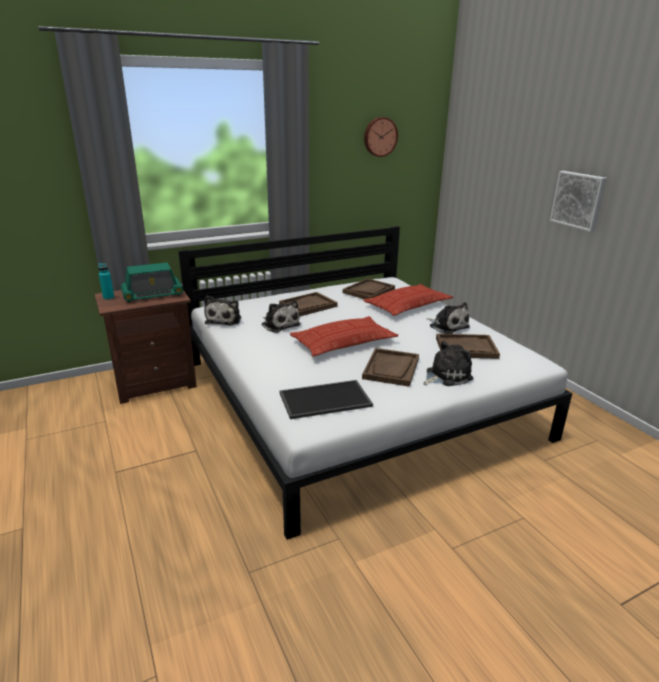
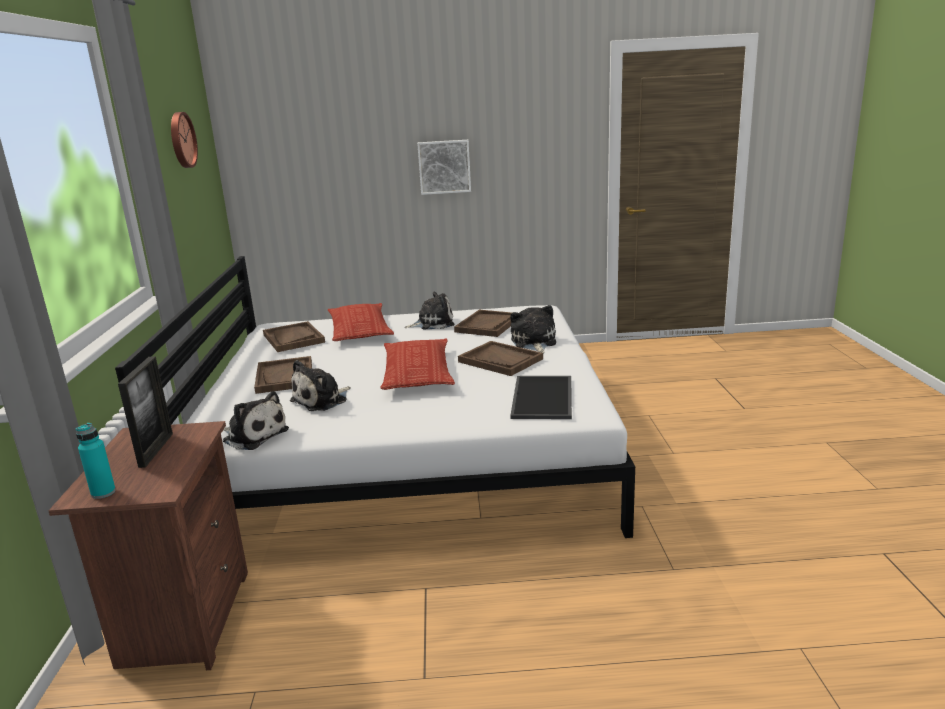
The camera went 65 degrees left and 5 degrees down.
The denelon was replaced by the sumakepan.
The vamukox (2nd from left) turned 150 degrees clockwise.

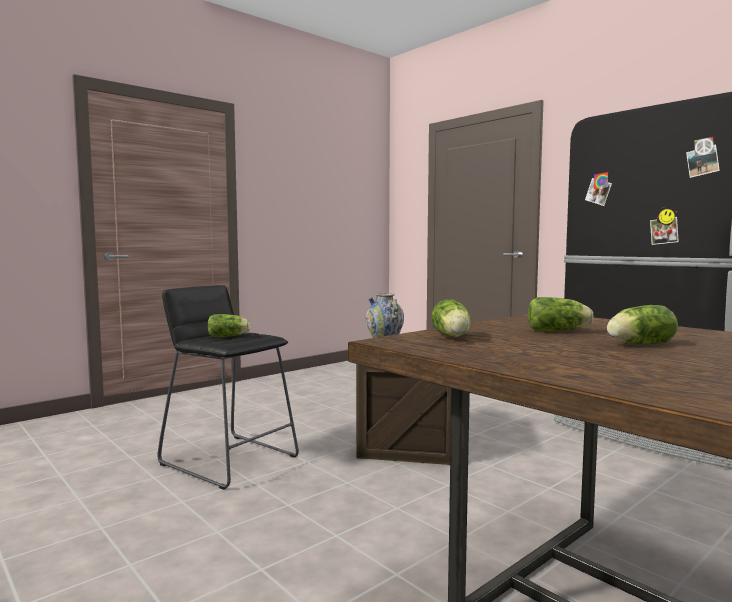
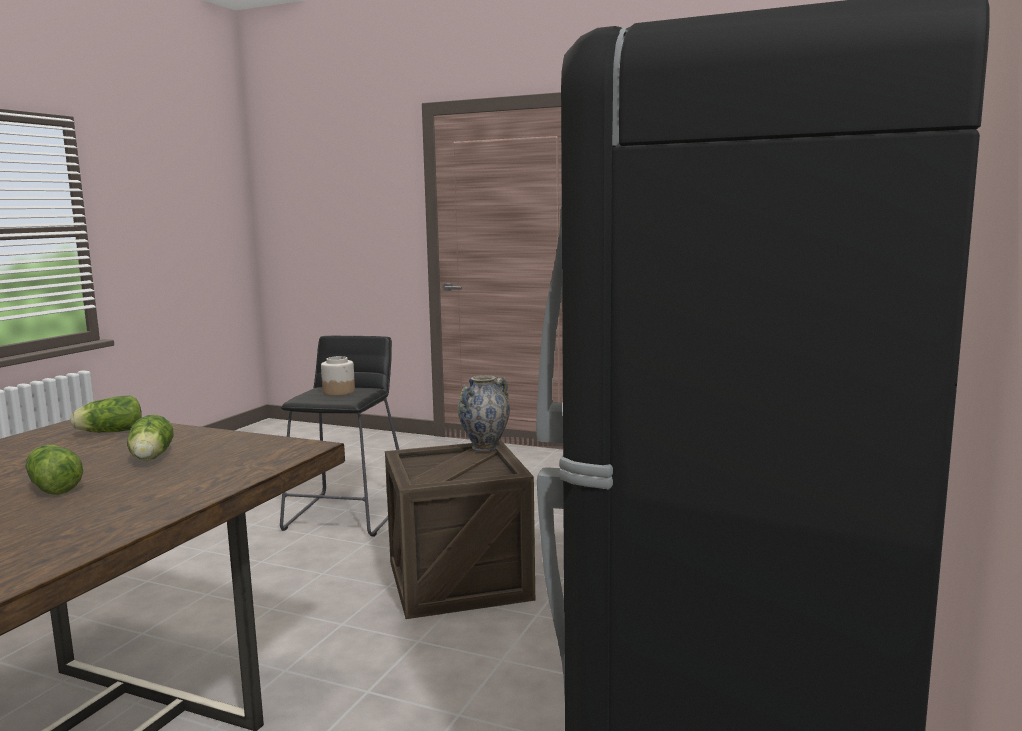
The camera went 65 degrees right and 5 degrees up.
The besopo (1st from left) was replaced by the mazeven.

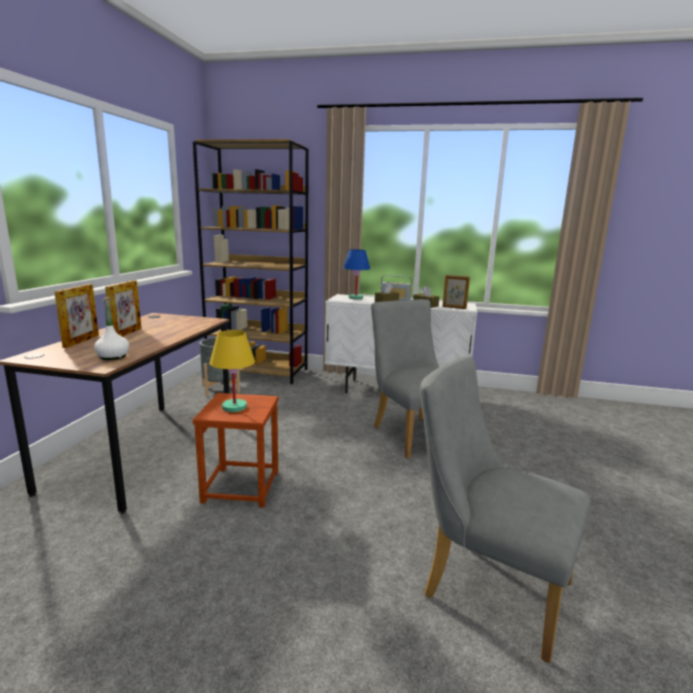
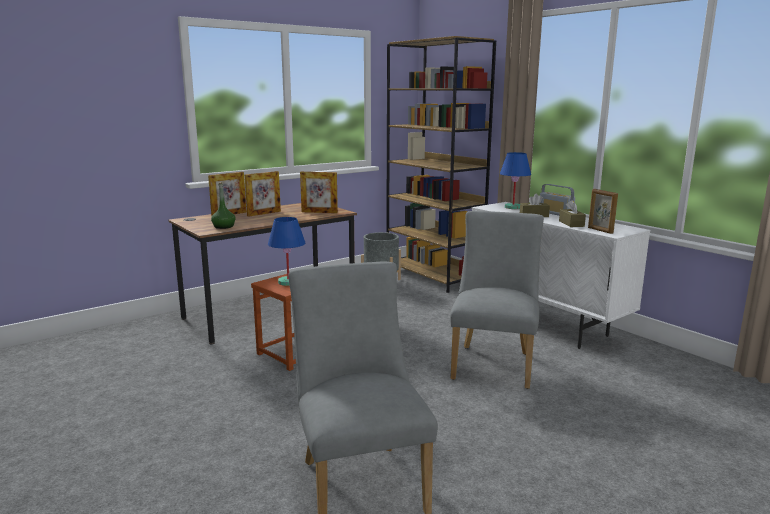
The camera went 40 degrees right and 0 degrees up.
The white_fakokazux became the green_fakokazux.
The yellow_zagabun became the blue_zagabun (1st from left).
The sumakepan (3rd from left) appeared.

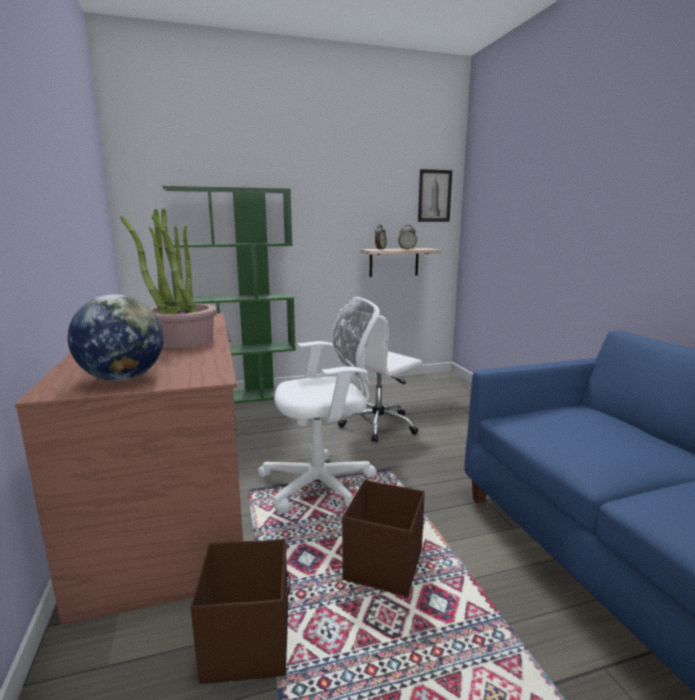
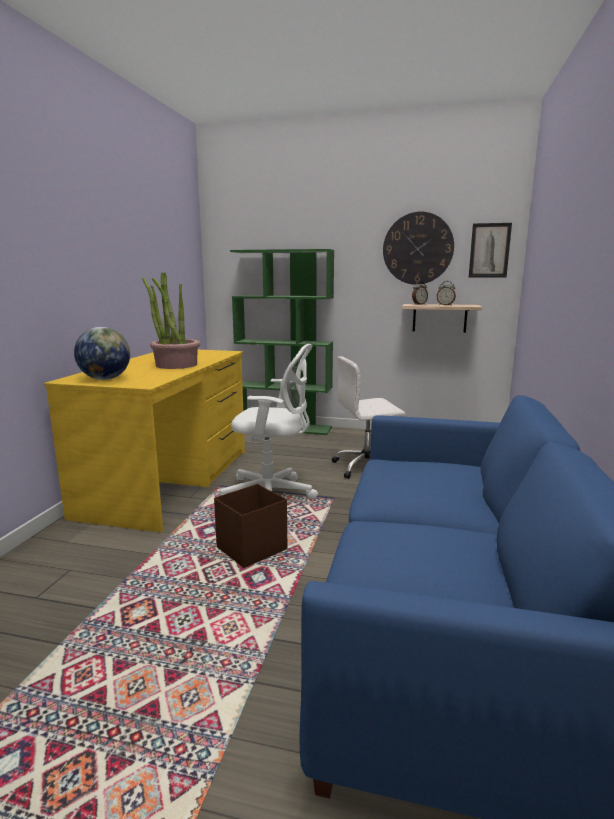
The camera went 30 degrees right and 0 degrees up.
The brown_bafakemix became the yellow_bafakemix.
The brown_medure (1st from left) disappeared.
The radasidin appeared.

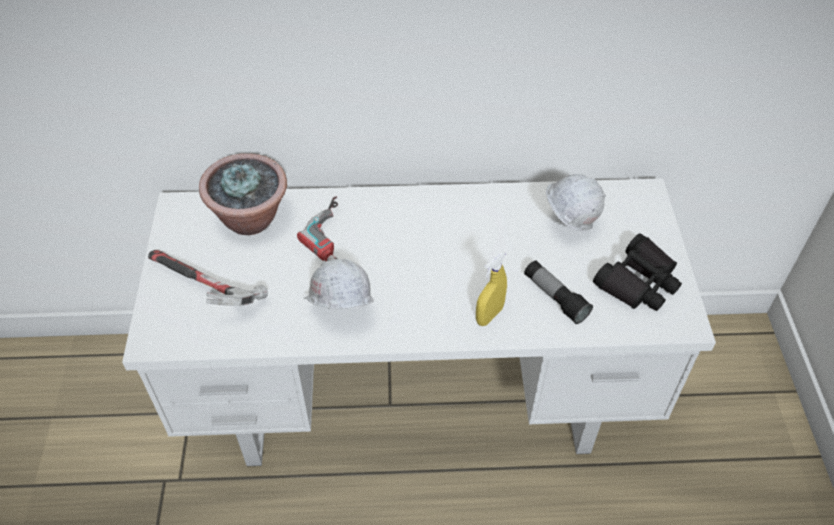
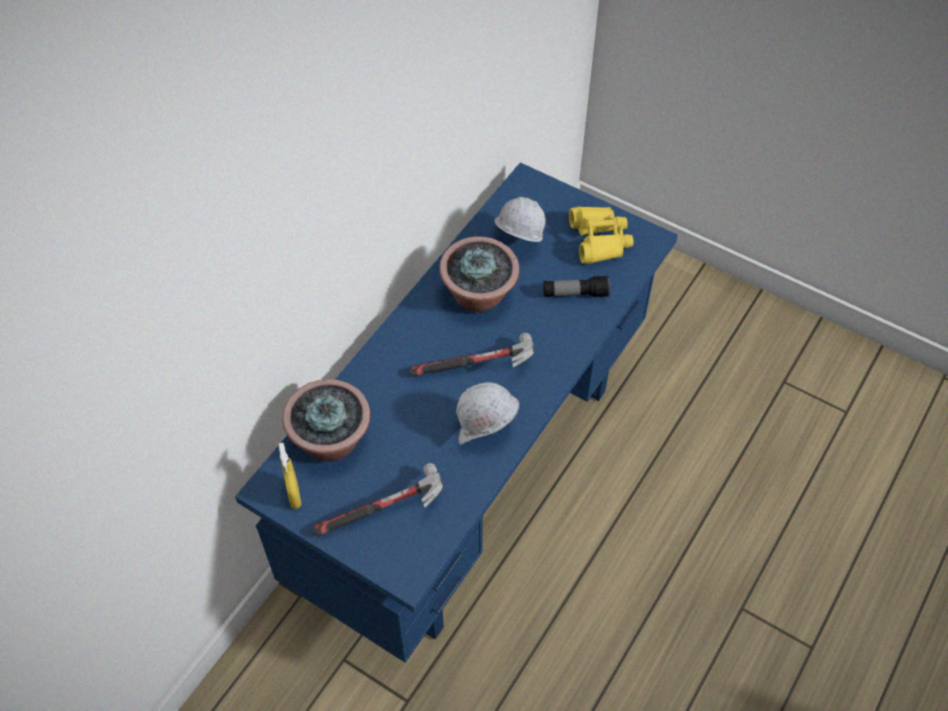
The camera went 55 degrees left and 5 degrees up.
The white_bafakemix became the blue_bafakemix.
The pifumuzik disappeared.
The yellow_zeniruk moved.
The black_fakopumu became the yellow_fakopumu.
The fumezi (2nd from left) appeared.
The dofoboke (2nd from left) appeared.

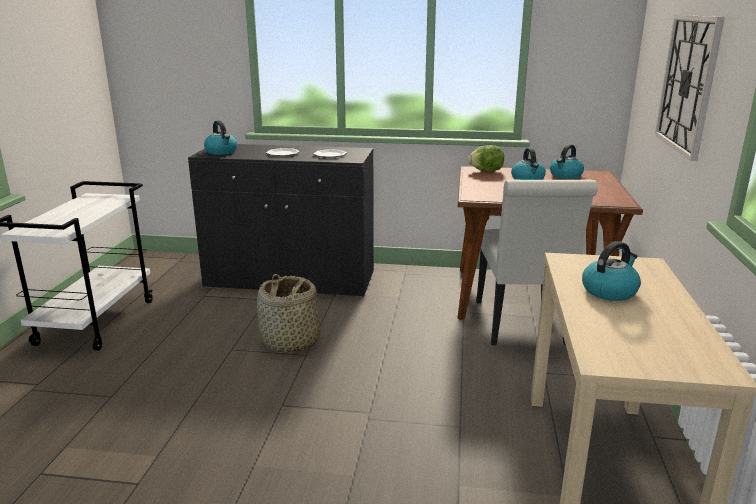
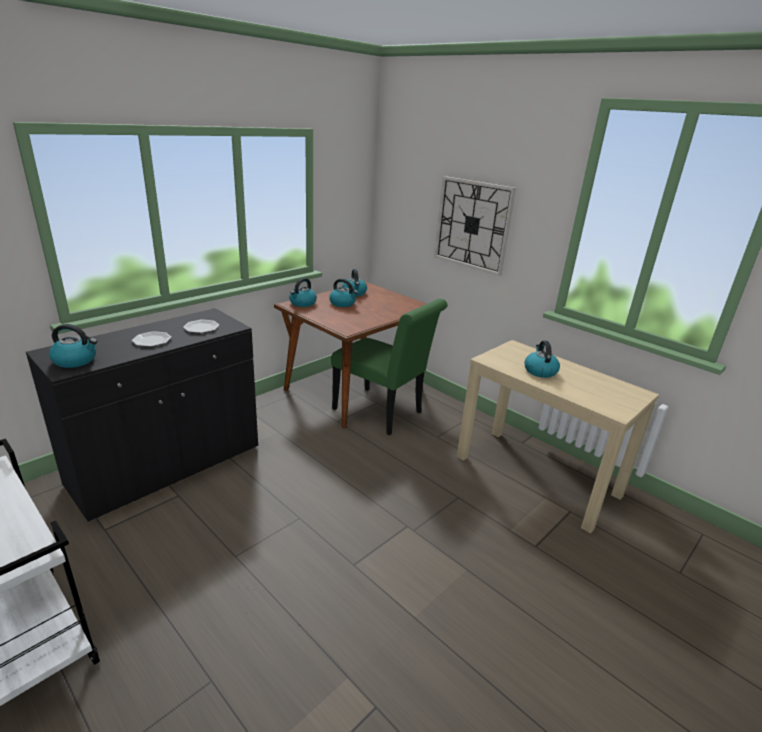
The camera went 55 degrees left and 5 degrees up.
The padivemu disappeared.
The besopo was replaced by the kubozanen (2nd from left).
The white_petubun became the green_petubun.

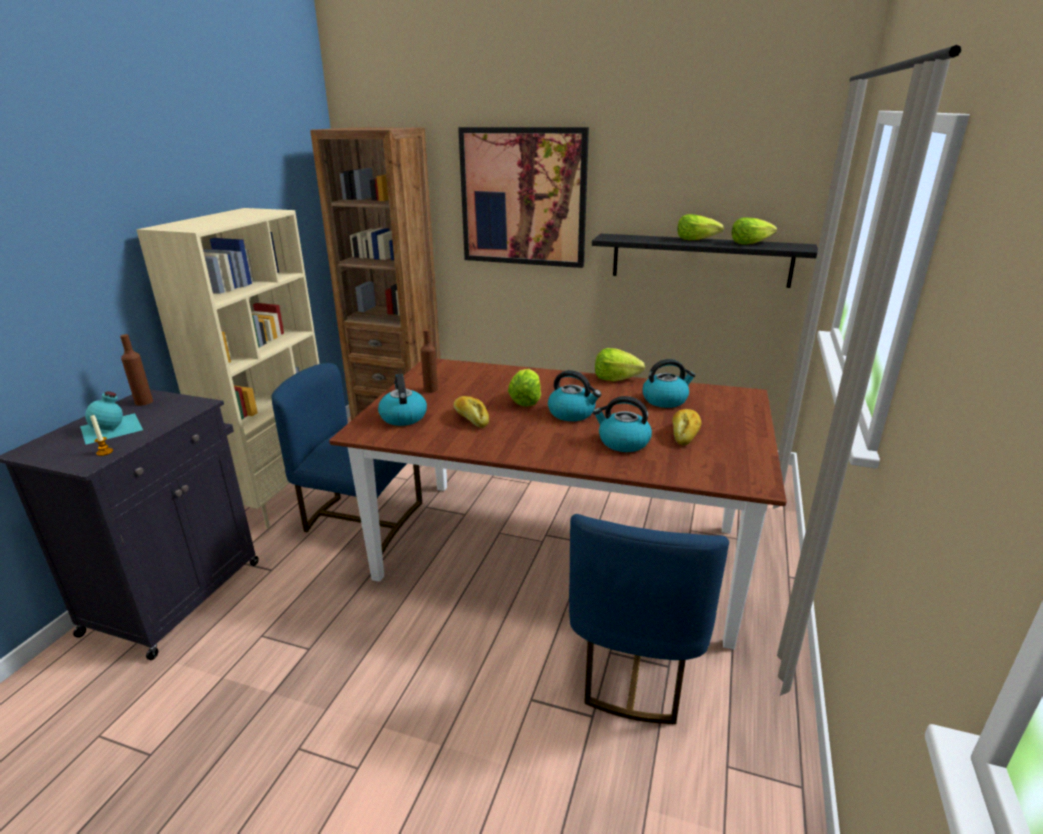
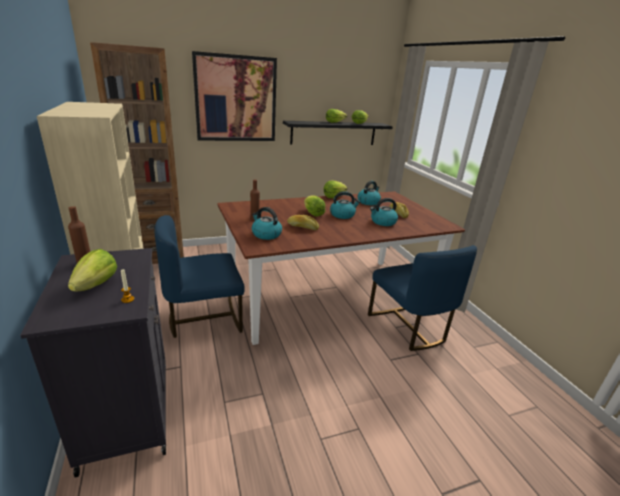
The camera went 40 degrees left and 0 degrees up.
The turquoise_fakokazux was replaced by the besopo (1st from left).

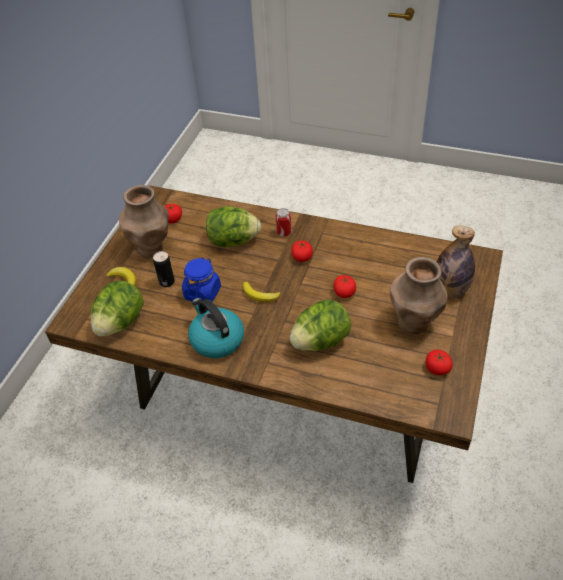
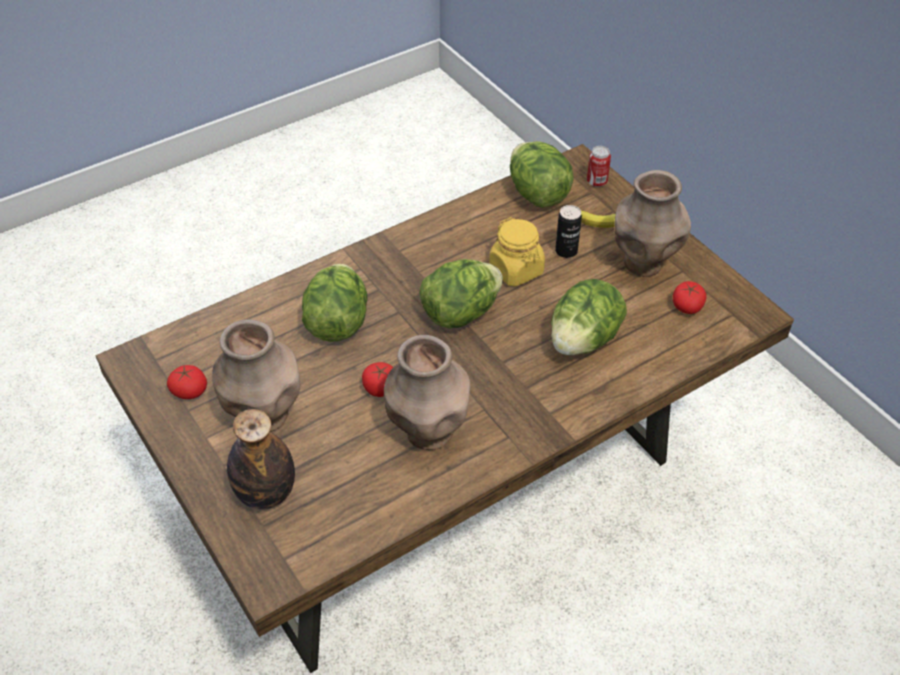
The camera went 125 degrees right and 0 degrees up.
The blue_mazeven became the yellow_mazeven.
The kubozanen disappeared.
The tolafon (2nd from left) was replaced by the besopo (2nd from left).
The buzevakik (2nd from left) moved.
The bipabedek (2nd from left) disappeared.
The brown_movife (2nd from left) appeared.

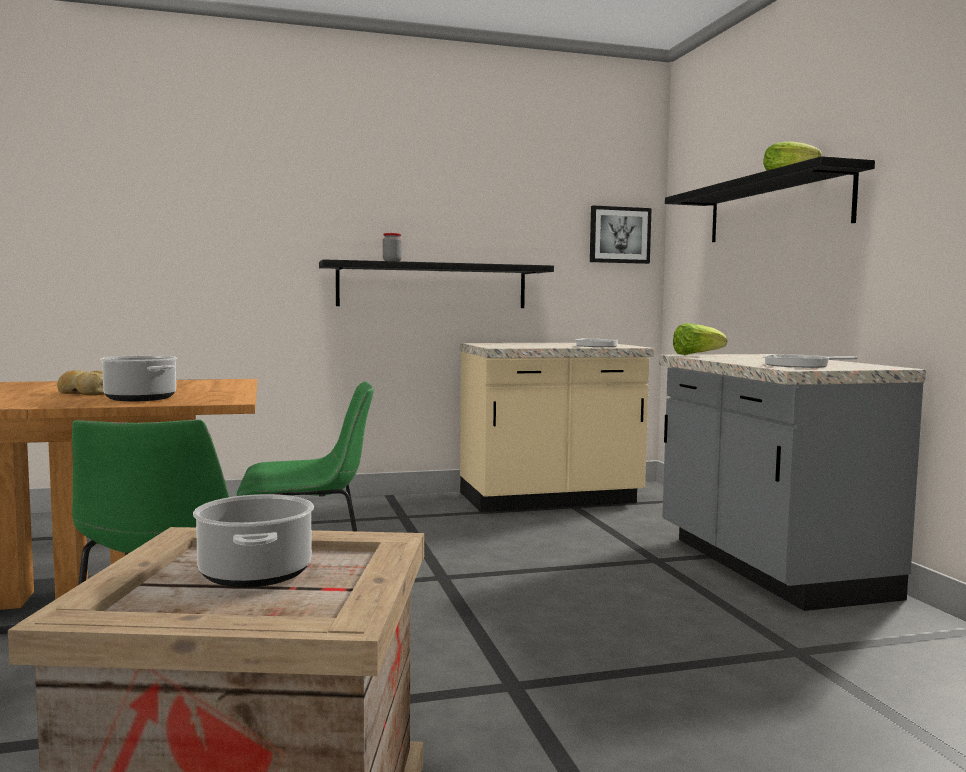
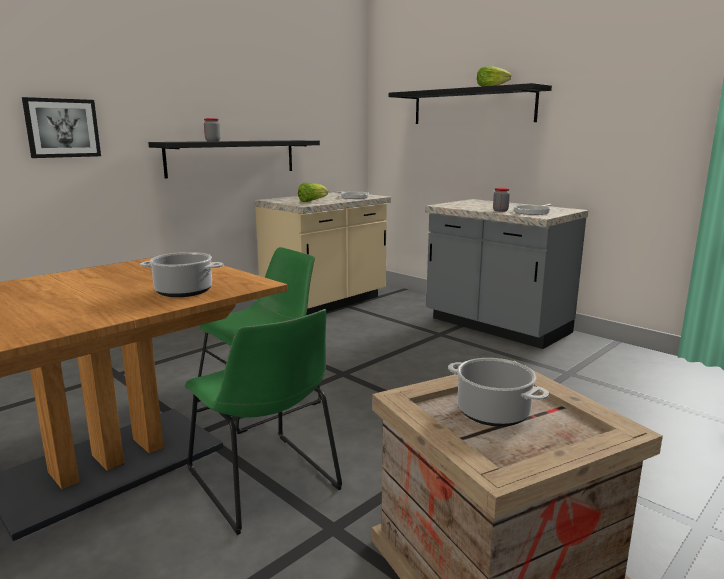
The camera went 30 degrees left and 10 degrees up.
The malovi disappeared.
The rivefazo moved.
The besopo (1st from left) moved.
The mazeven (2nd from left) appeared.

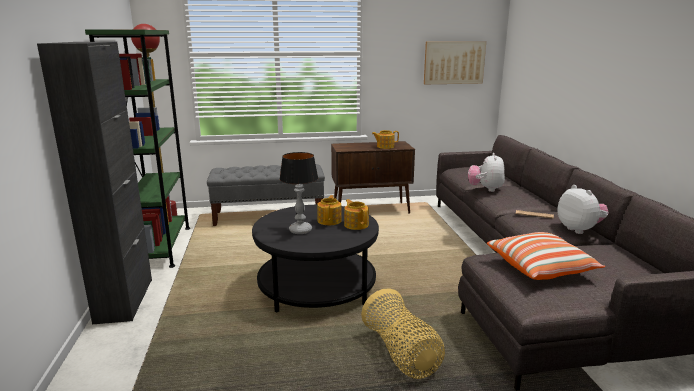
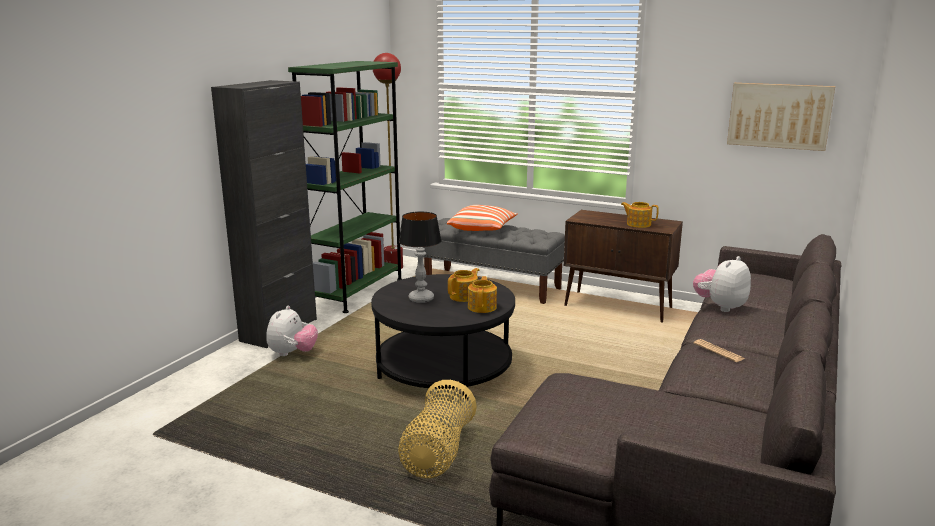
The camera went 35 degrees right and 0 degrees up.
The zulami moved.
The vamukox (2nd from left in the first image) moved.

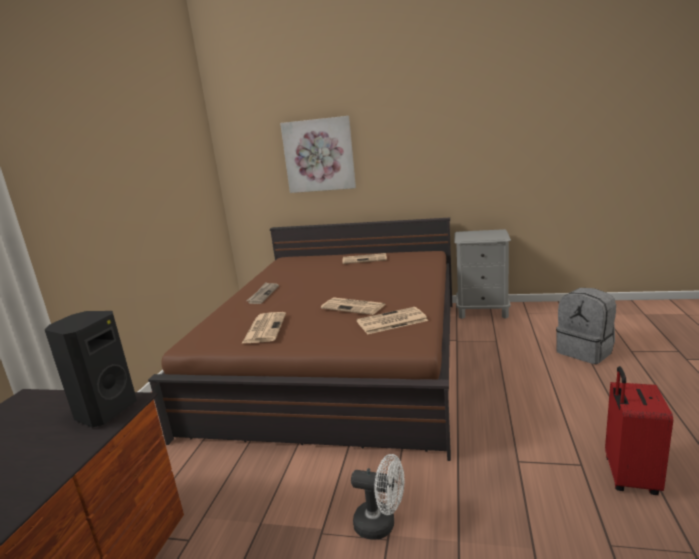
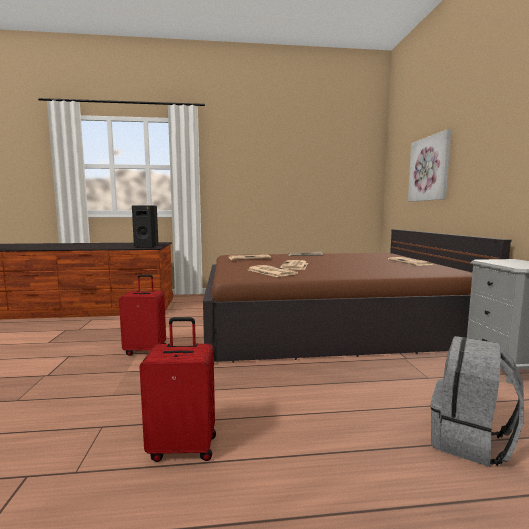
The camera went 70 degrees right and 10 degrees down.
The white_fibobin was replaced by the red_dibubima (1st from left).

